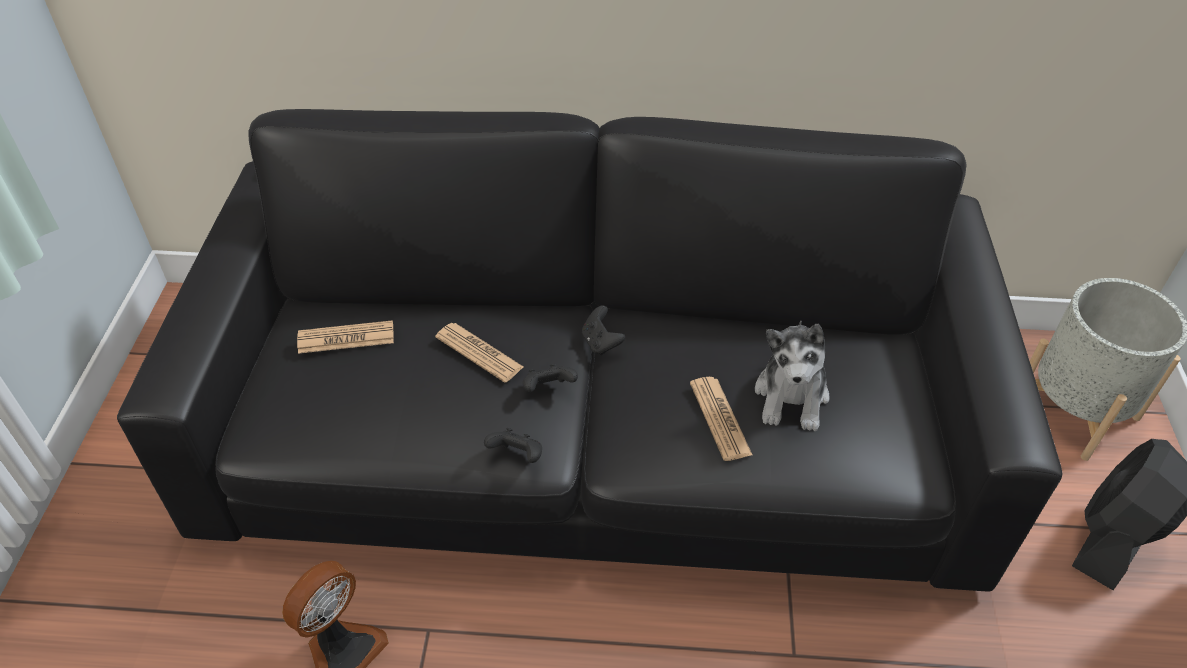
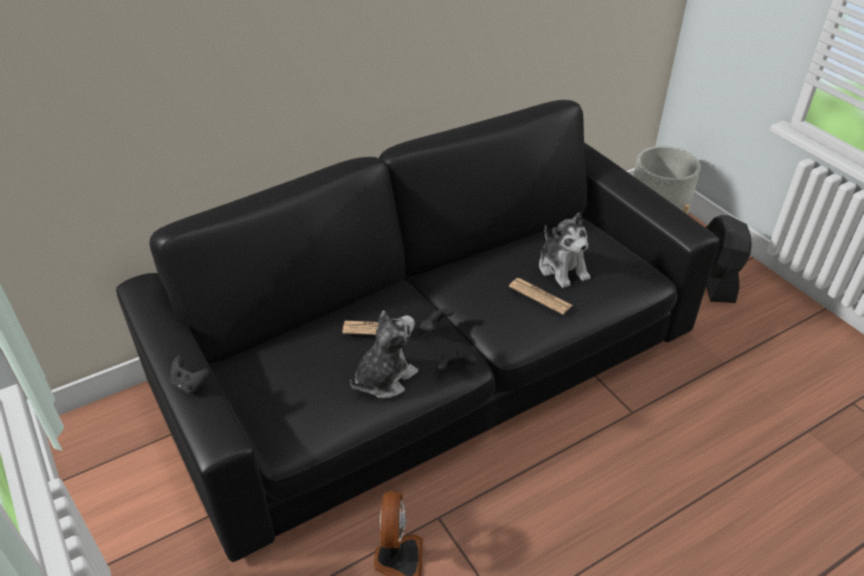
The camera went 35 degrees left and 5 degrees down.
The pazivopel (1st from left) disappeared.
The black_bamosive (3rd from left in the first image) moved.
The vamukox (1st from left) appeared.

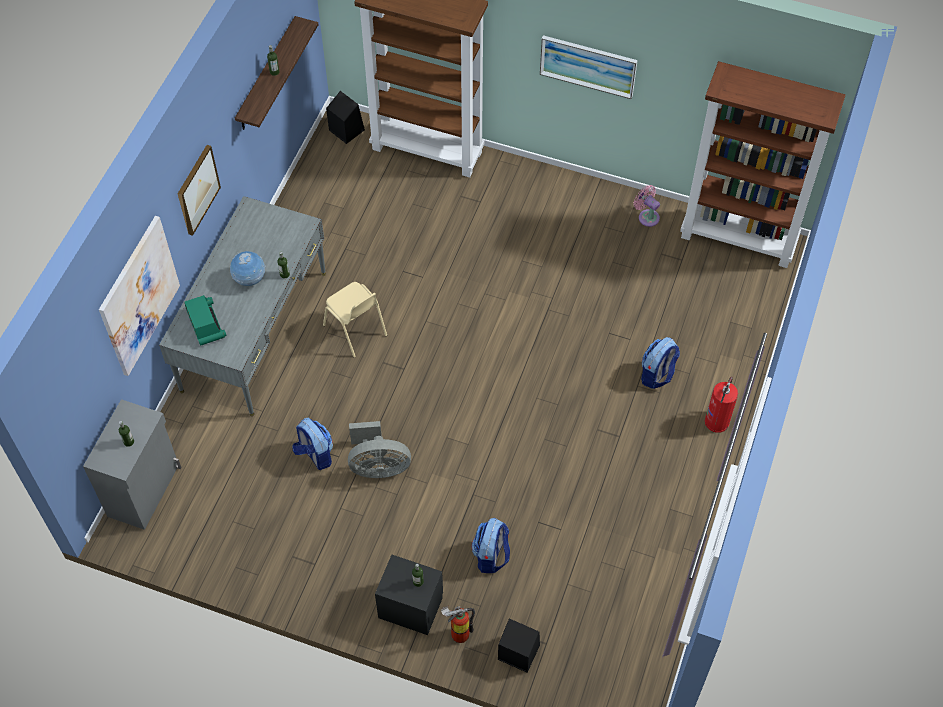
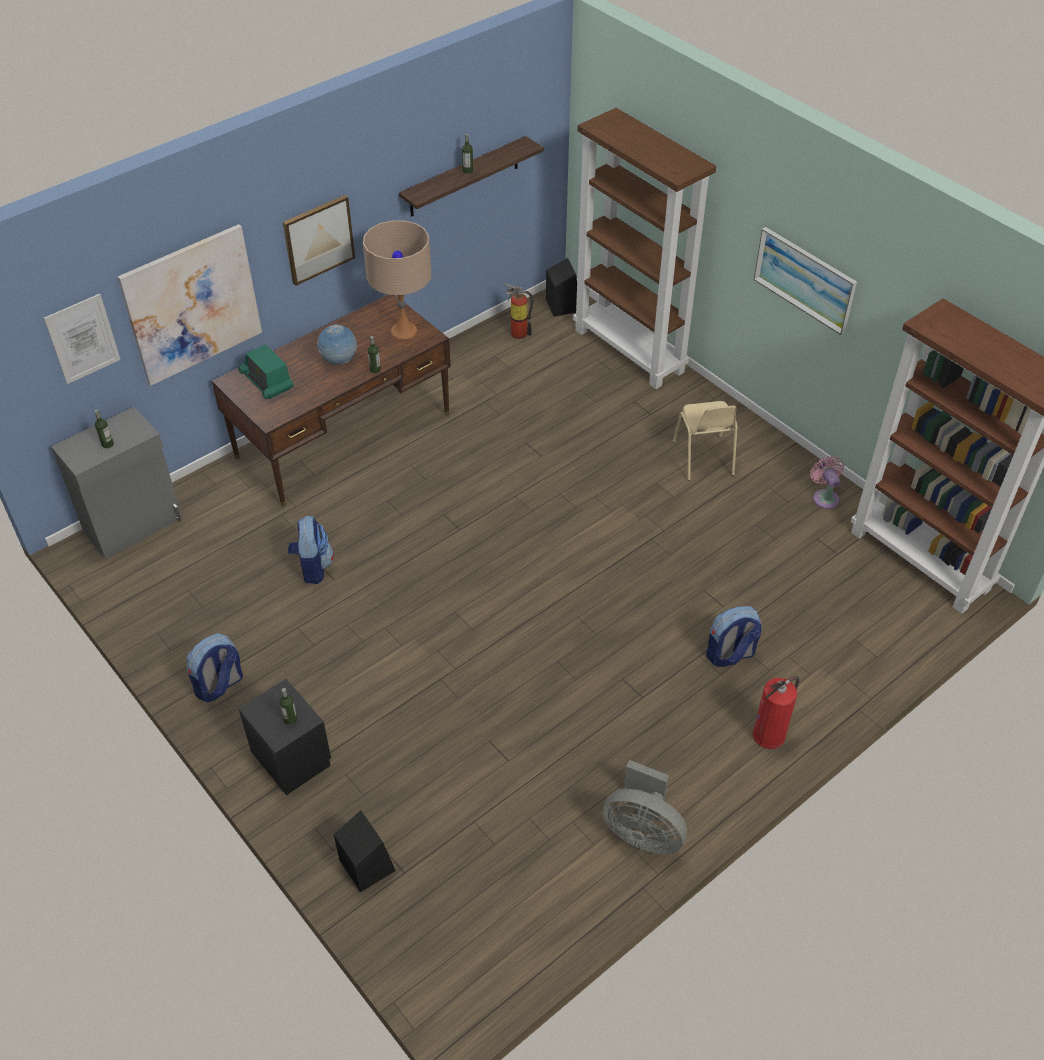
The camera went 30 degrees right and 10 degrees down.
The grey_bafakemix became the brown_bafakemix.
The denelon turned 135 degrees clockwise.
The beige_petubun moved.
The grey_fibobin moved.
The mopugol (1st from left) moved.
The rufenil (2nd from left in the first image) moved.
The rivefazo (1st from left) appeared.
The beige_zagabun appeared.

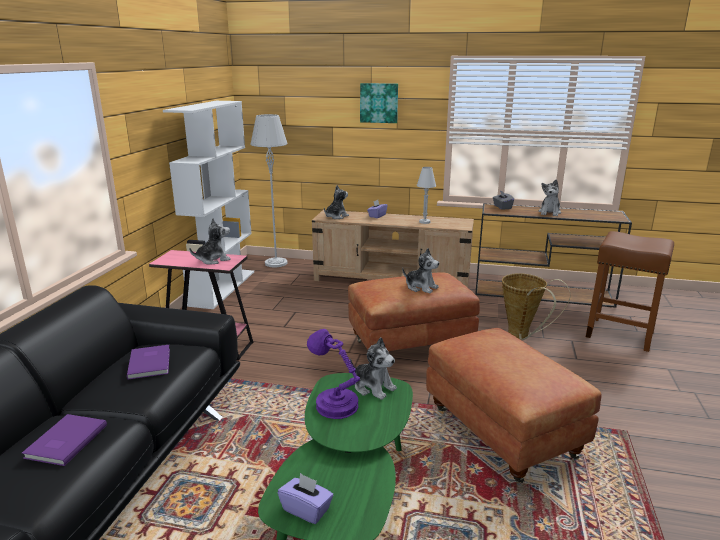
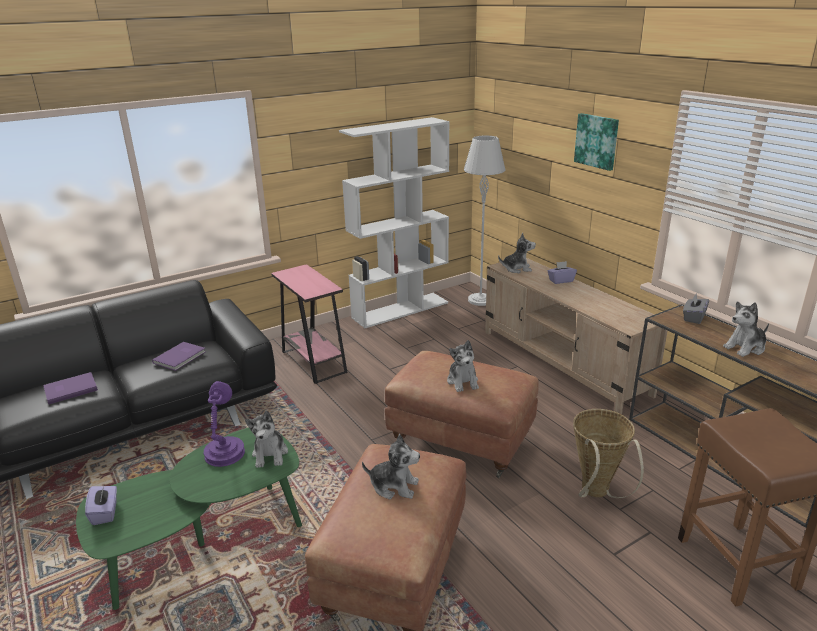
The camera went 45 degrees right and 5 degrees up.
The vamukox (1st from left in the first image) moved.
The white_zagabun disappeared.

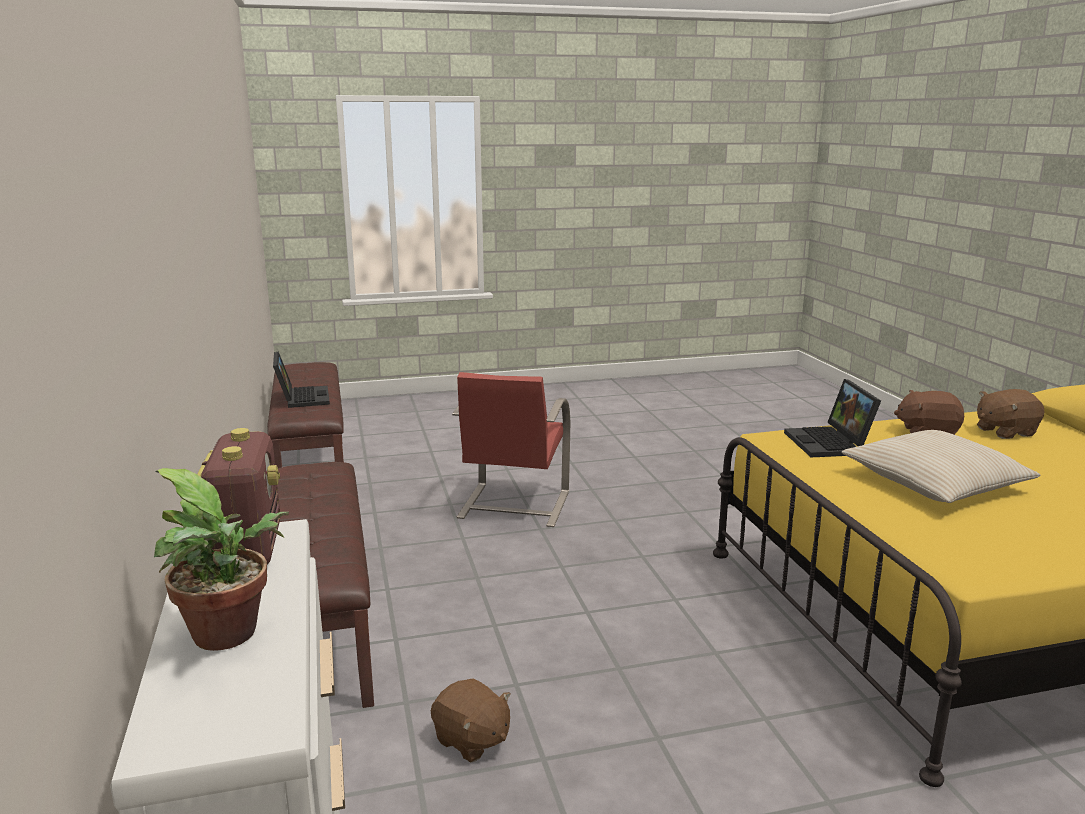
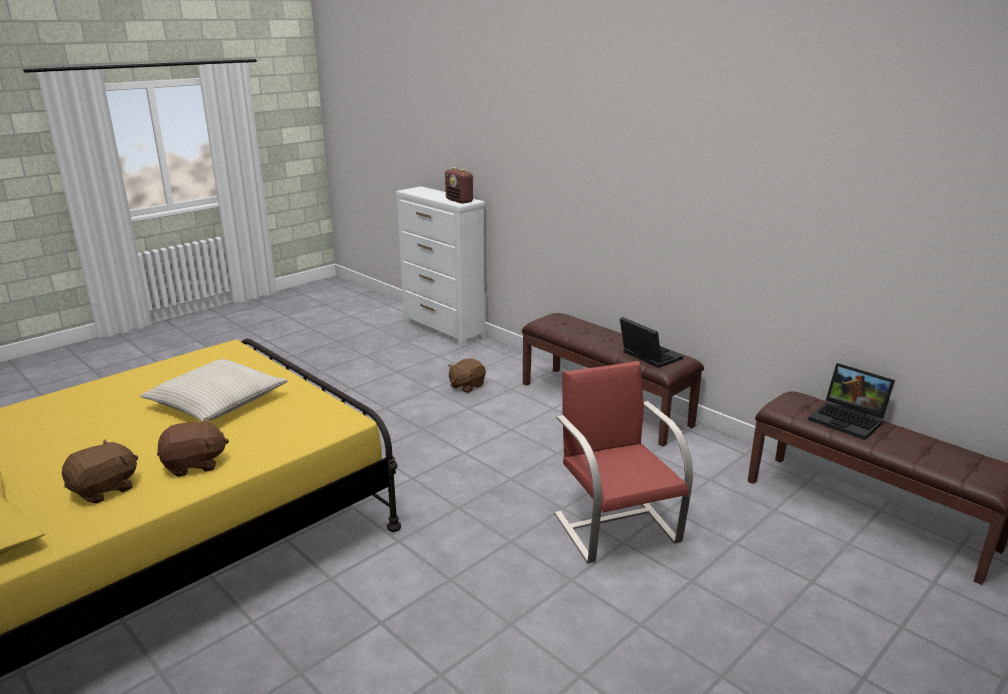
The camera went 150 degrees right and 5 degrees up.
The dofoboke disappeared.
The brown_vamukox (1st from left in the first image) turned 60 degrees counterclockwise.
The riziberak (2nd from left in the first image) moved.

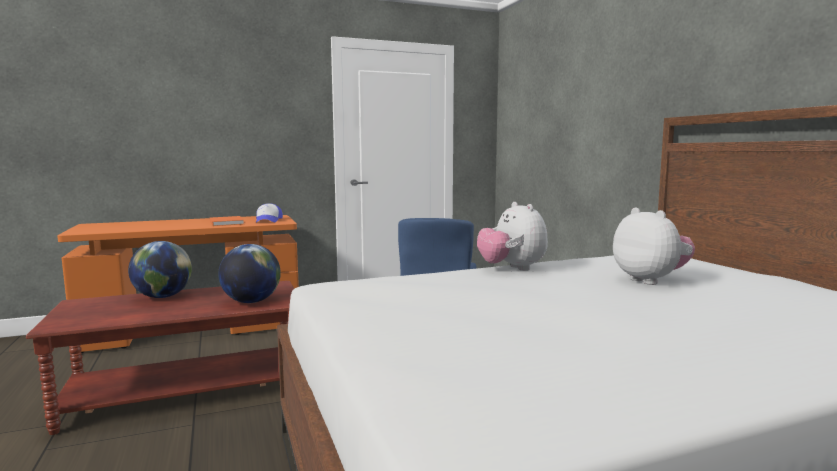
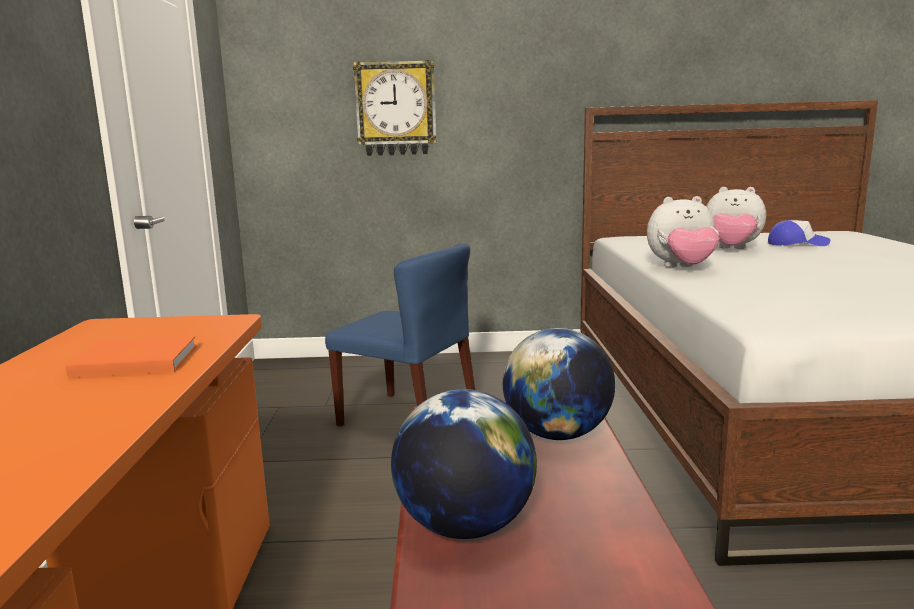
The camera went 70 degrees left and 5 degrees up.
The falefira moved.
The vamukox (2nd from left) turned 150 degrees counterclockwise.
The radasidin appeared.

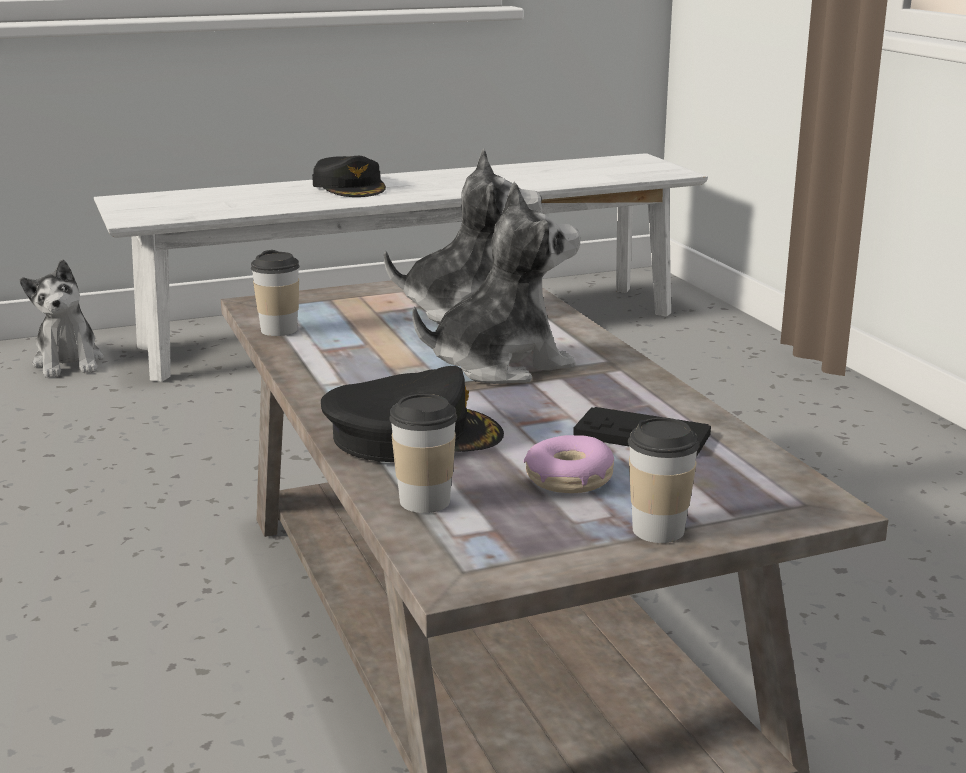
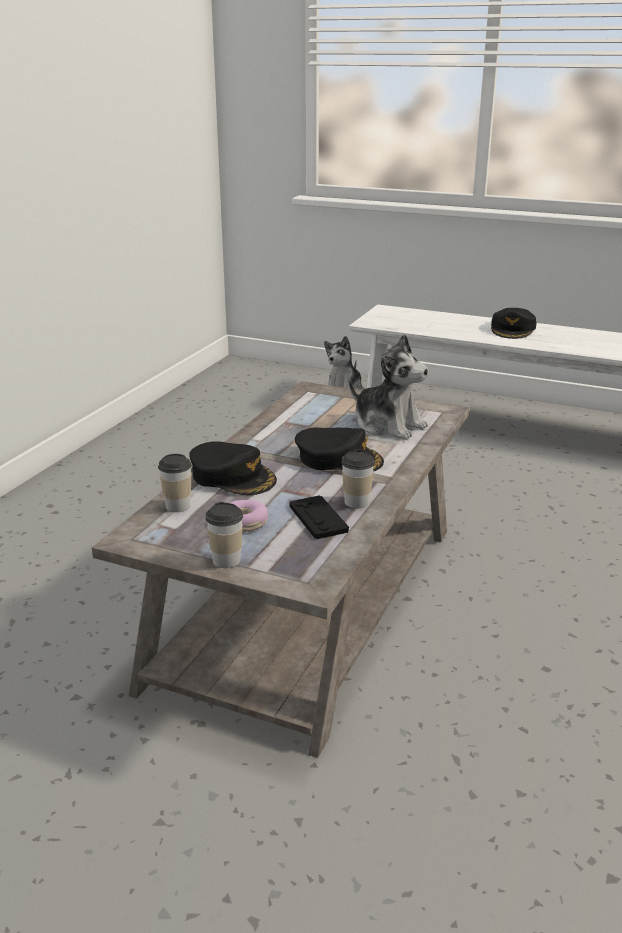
The camera went 45 degrees right and 5 degrees up.
The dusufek (1st from left in the first image) moved.
The vamukox (3rd from left) was replaced by the black_falefira (2nd from left).

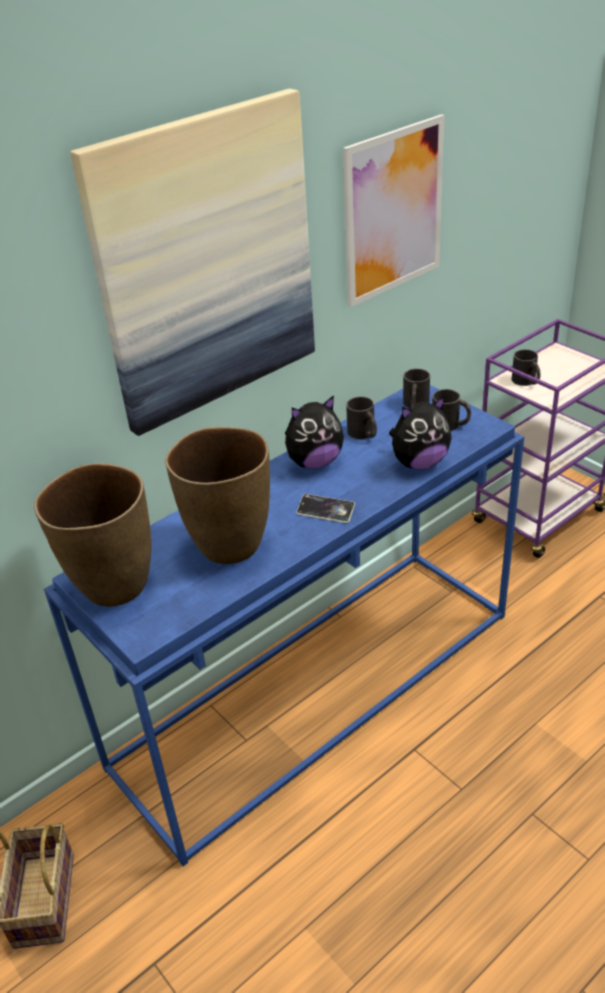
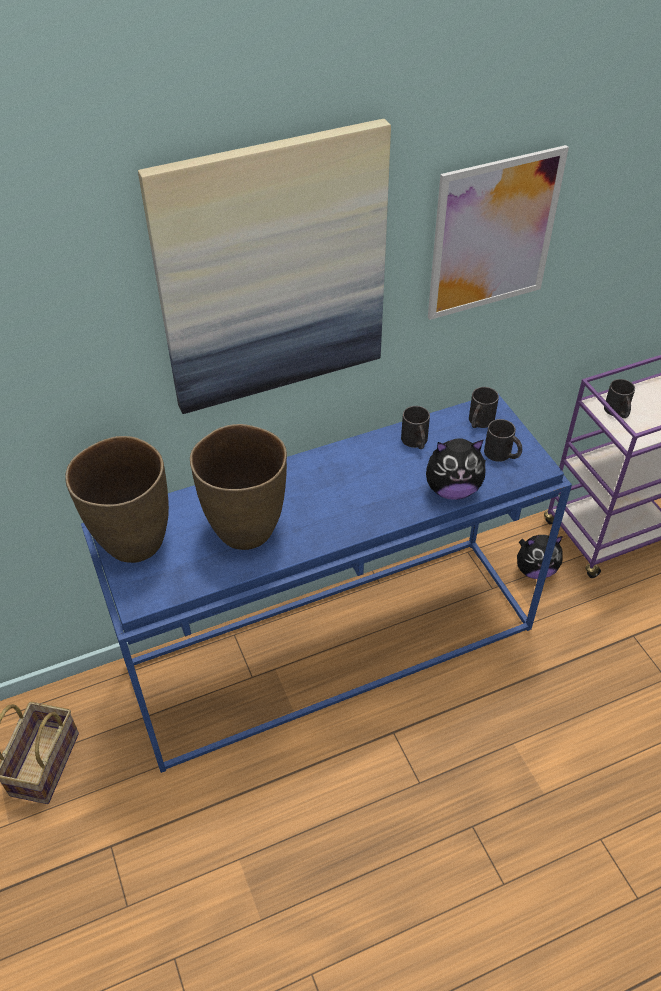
The camera went 15 degrees right and 10 degrees up.
The vamukox (1st from left in the first image) moved.
The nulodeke disappeared.

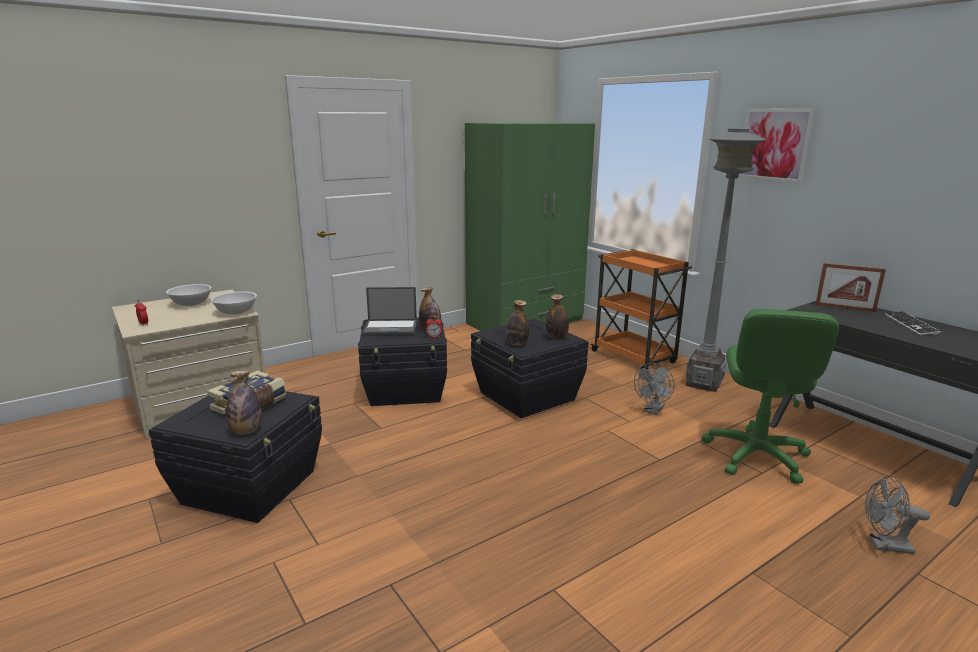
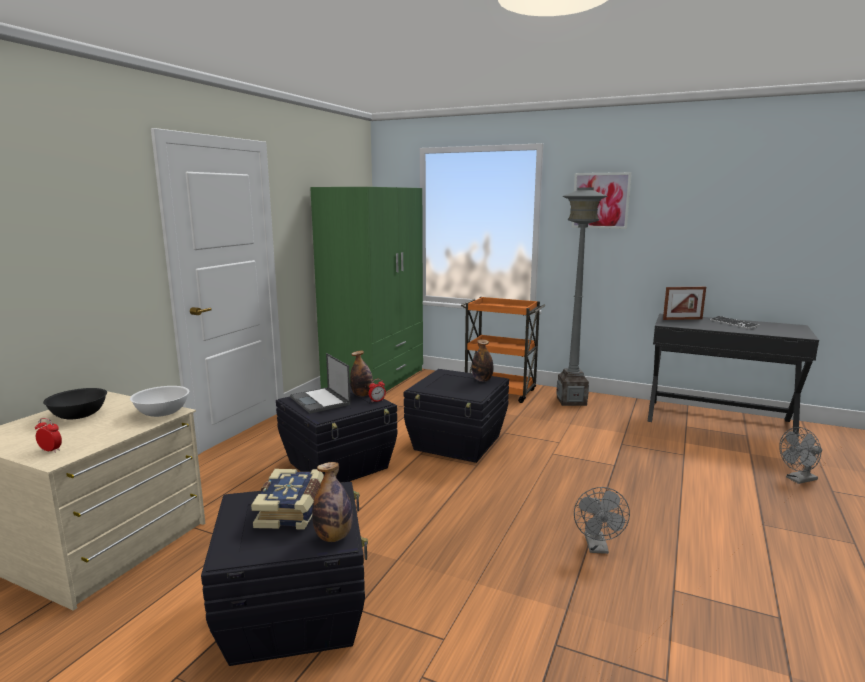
The camera went 30 degrees left and 5 degrees down.
The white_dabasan (1st from left) became the black_dabasan.
The riziberak turned 90 degrees clockwise.
The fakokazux (3rd from left) disappeared.
The grey_fibobin (1st from left) moved.
The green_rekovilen disappeared.

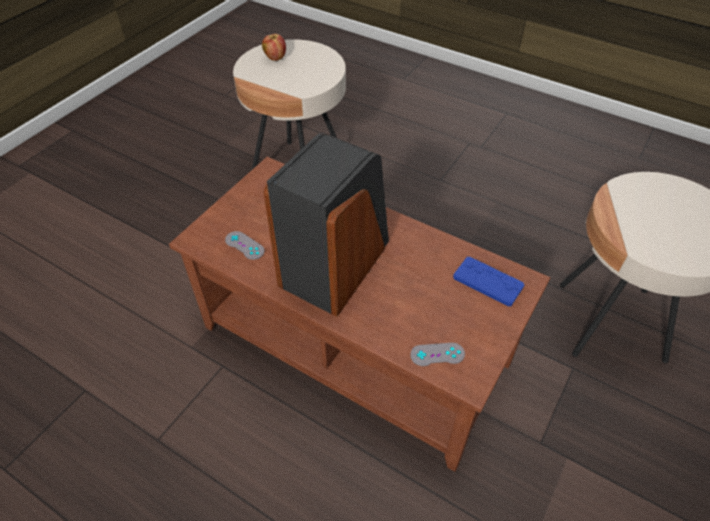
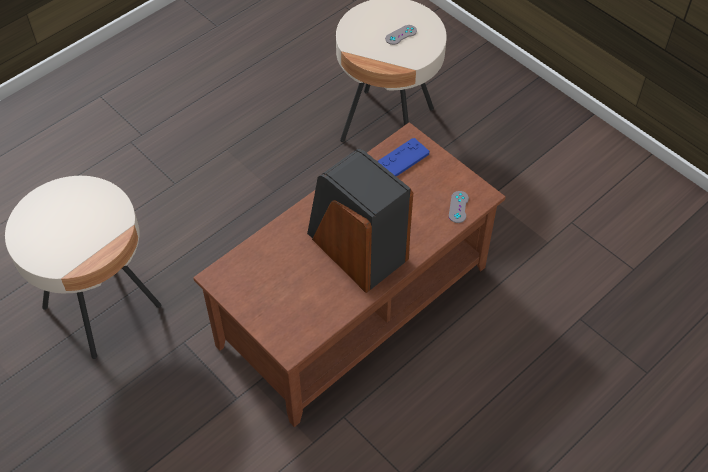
The camera went 75 degrees left and 5 degrees up.
The grey_bamosive (1st from left) moved.
The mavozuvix disappeared.

